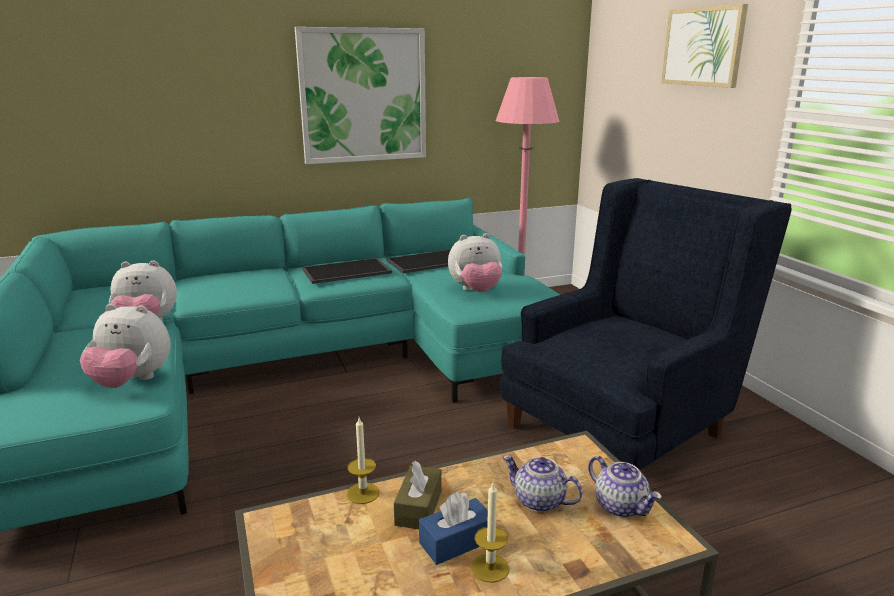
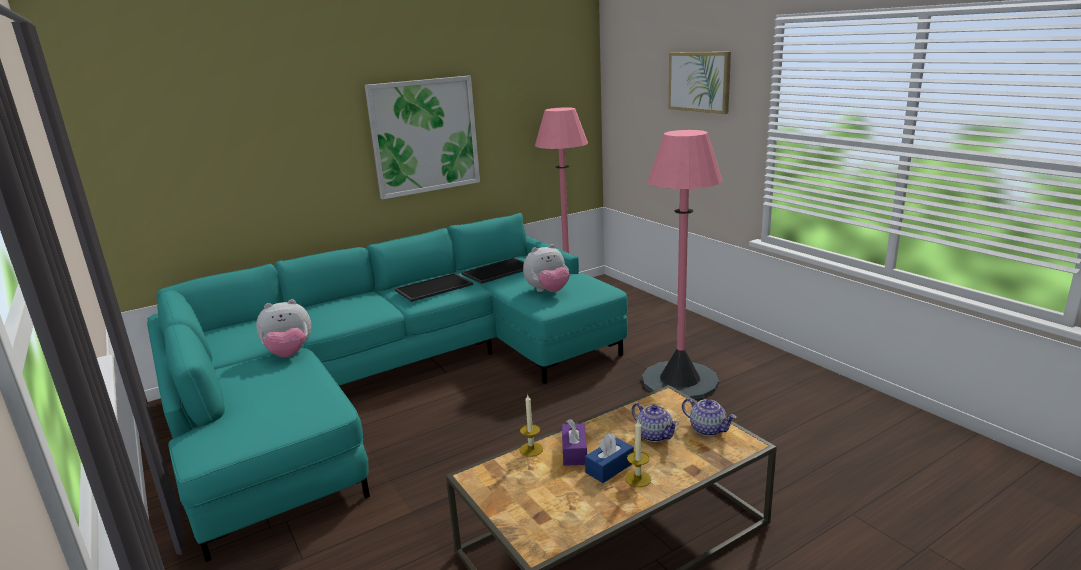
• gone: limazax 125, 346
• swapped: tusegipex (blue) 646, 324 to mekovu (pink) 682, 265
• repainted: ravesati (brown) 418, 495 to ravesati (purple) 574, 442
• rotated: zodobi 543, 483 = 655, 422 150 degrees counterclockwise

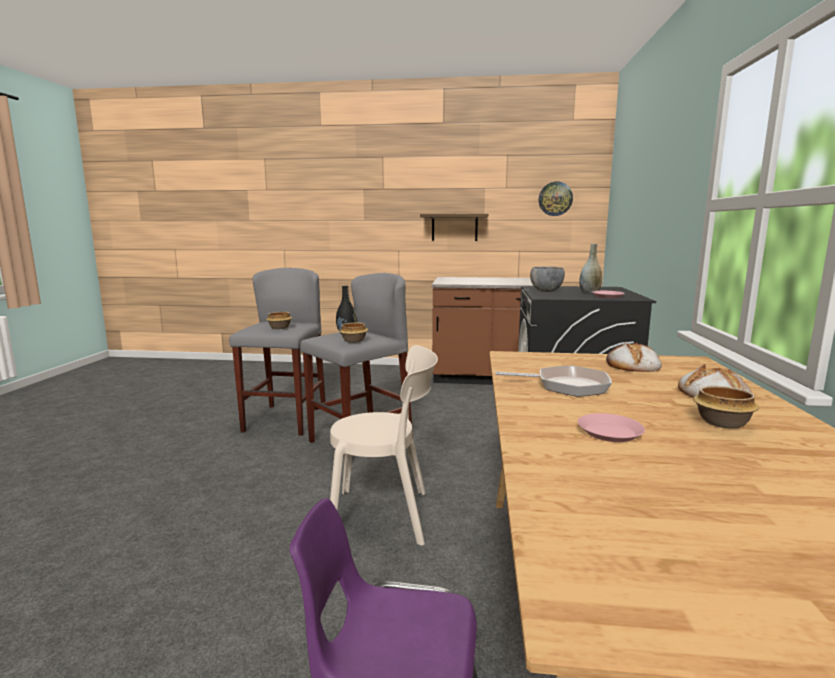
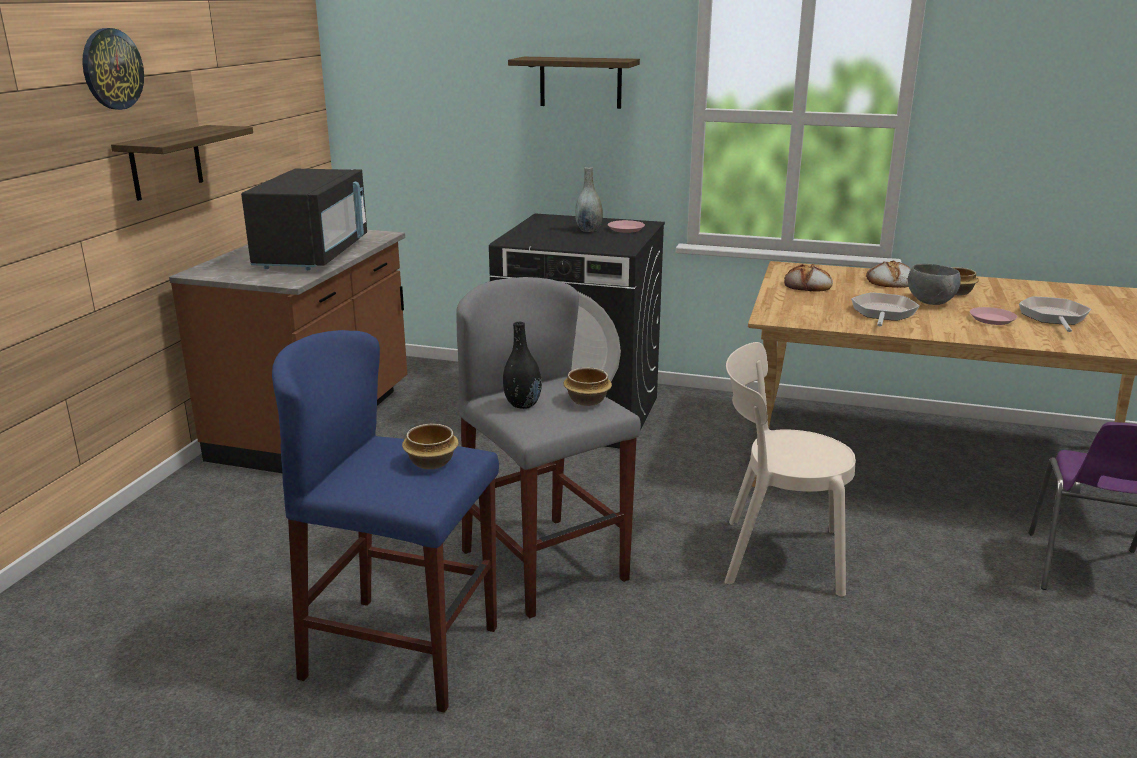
• new: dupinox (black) 304, 219
• new: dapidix 574, 83
• new: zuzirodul 1055, 314
• shifted: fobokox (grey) 547, 279 to 934, 284
• shifted: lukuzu 556, 199 to 113, 69
• repainted: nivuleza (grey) 277, 352 to nivuleza (blue) 385, 521
• rotated: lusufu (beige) 384, 445 = 790, 469 90 degrees counterclockwise

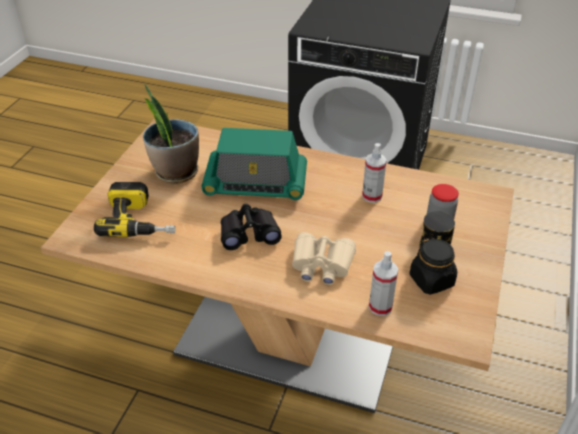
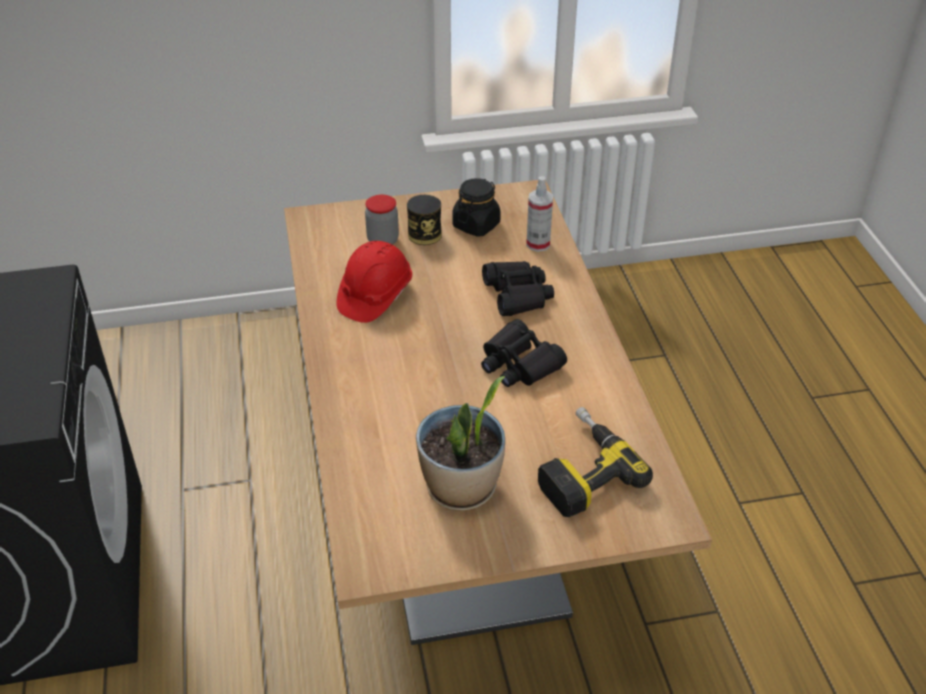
• gone: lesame 254, 164
• swapped: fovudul 374, 173 to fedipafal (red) 374, 282
• repainted: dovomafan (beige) 324, 258 to dovomafan (black) 518, 288

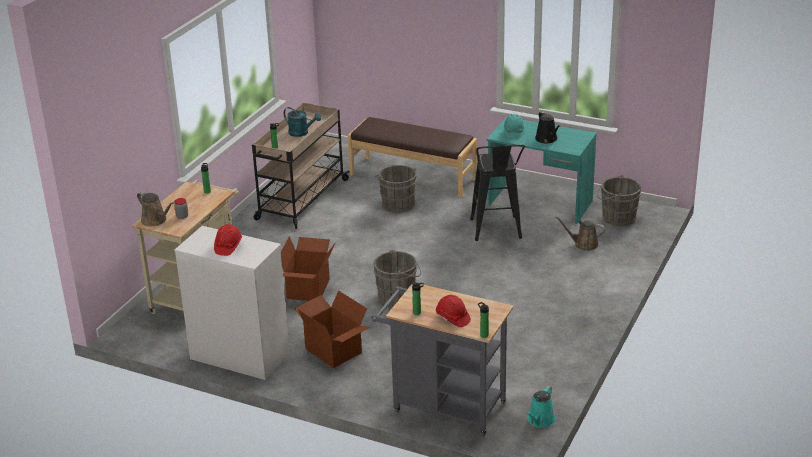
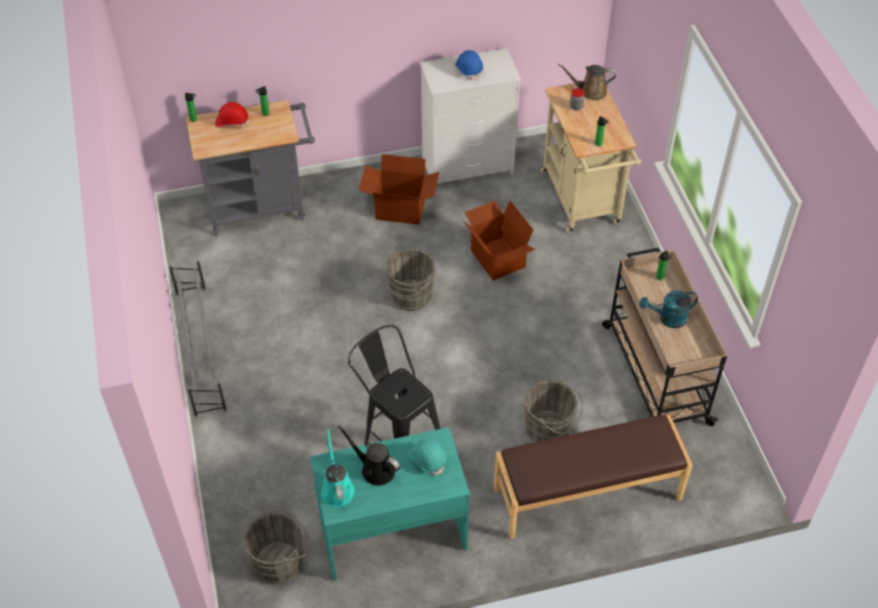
• gone: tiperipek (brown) 580, 233
• new: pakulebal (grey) 198, 338
• shifted: tiperipek (turquoise) 541, 407 to 338, 468
• repainted: fedipafal (red) 228, 240 to fedipafal (blue) 469, 65

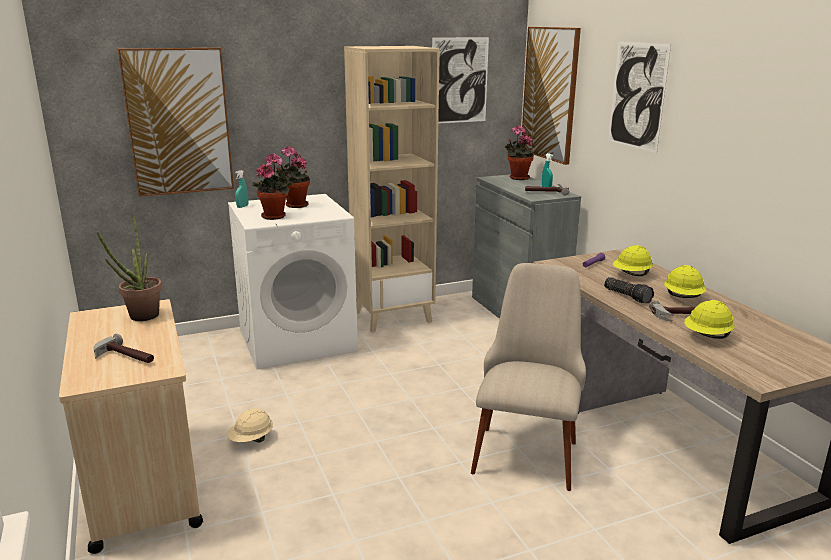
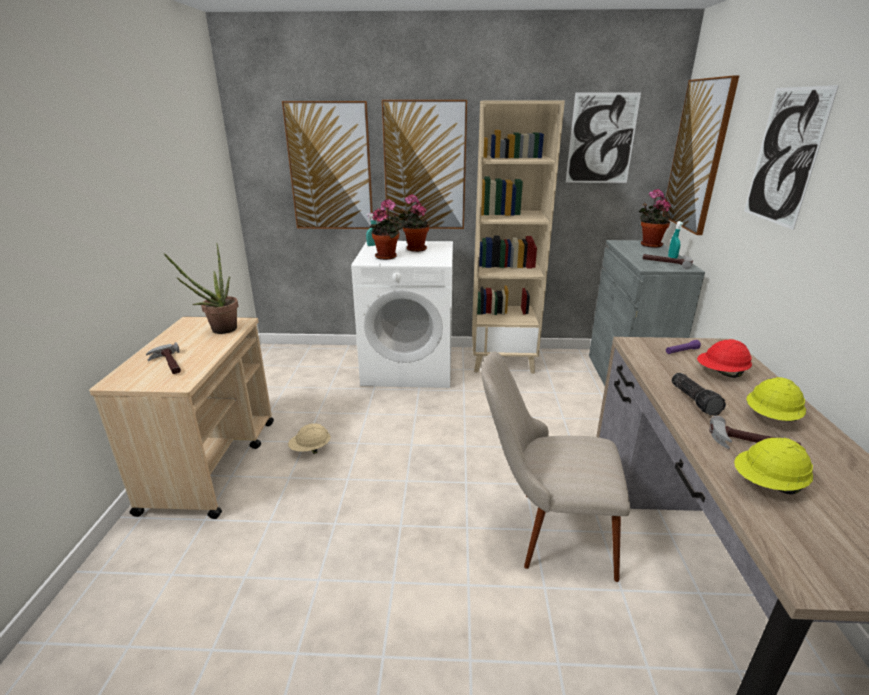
• new: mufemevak 424, 164
• repainted: fedipafal (yellow) 633, 260 to fedipafal (red) 724, 358
• rotated: lusufu (beige) 528, 377 = 555, 467 120 degrees counterclockwise

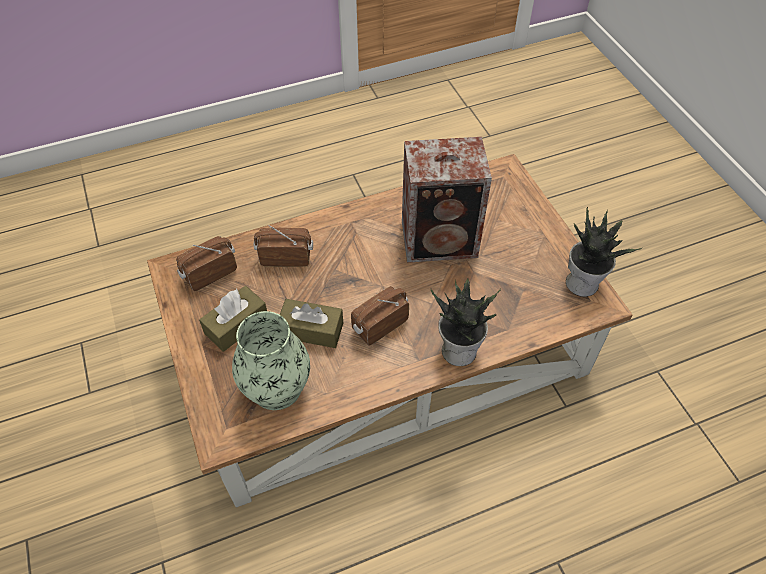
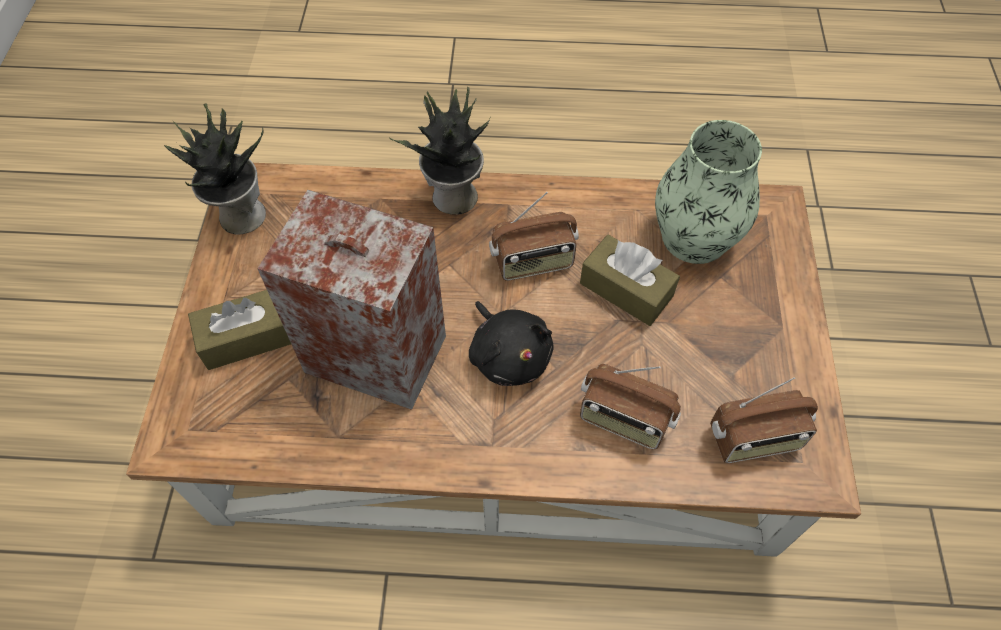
• new: limazax (black) 511, 343
• shifted: ravesati (brown) 233, 319 to 239, 330

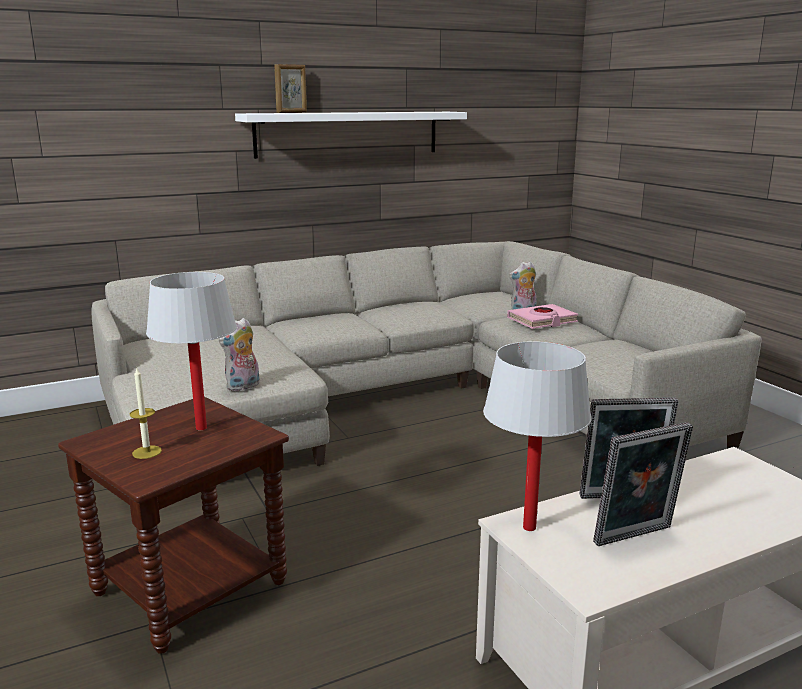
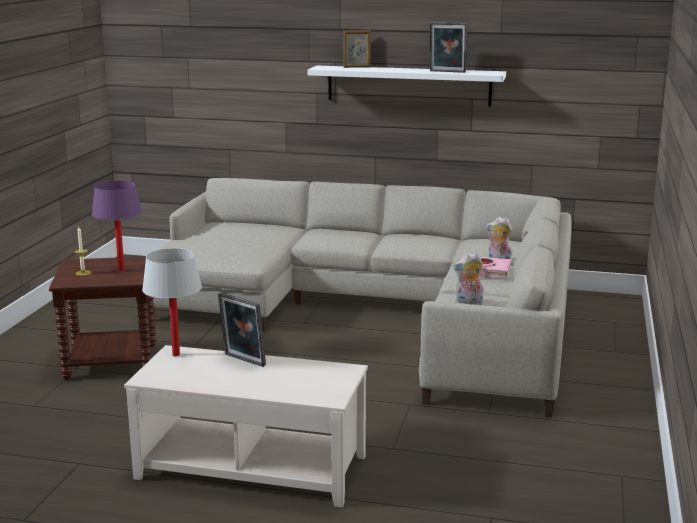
• shifted: limazax 239, 354 to 468, 278
• shifted: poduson 643, 484 to 448, 48
• repainted: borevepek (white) 191, 351 to borevepek (purple) 117, 225

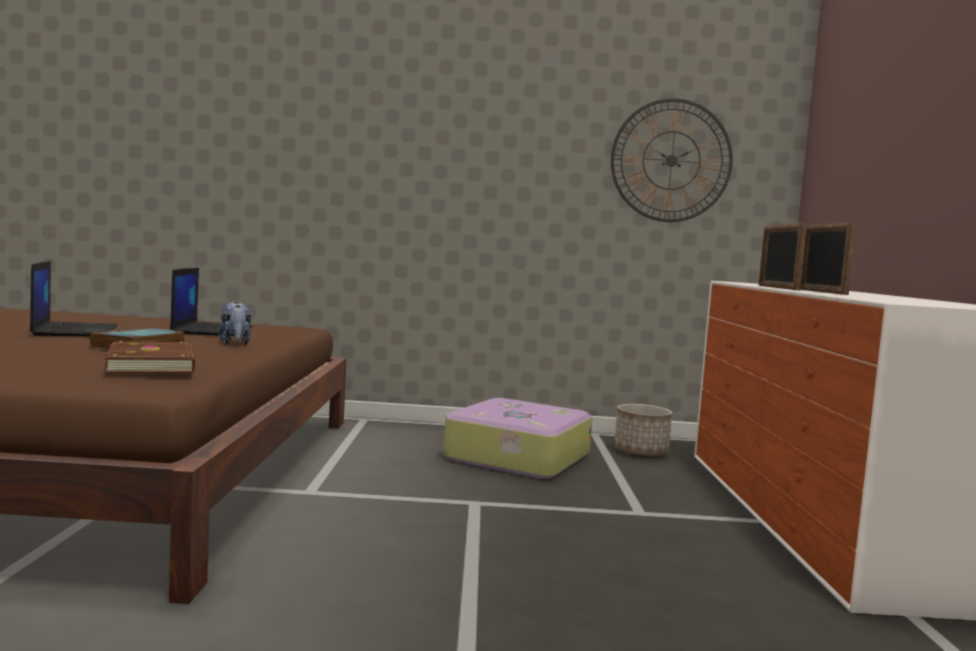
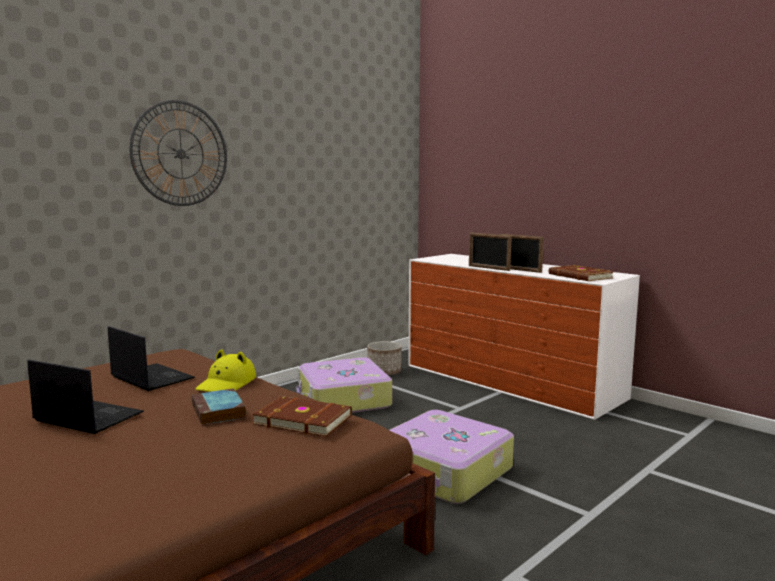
• new: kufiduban 451, 457
• new: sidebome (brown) 581, 273
• shifted: lukuzu 672, 160 to 178, 153
• swapped: limazax 234, 323 to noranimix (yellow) 225, 370

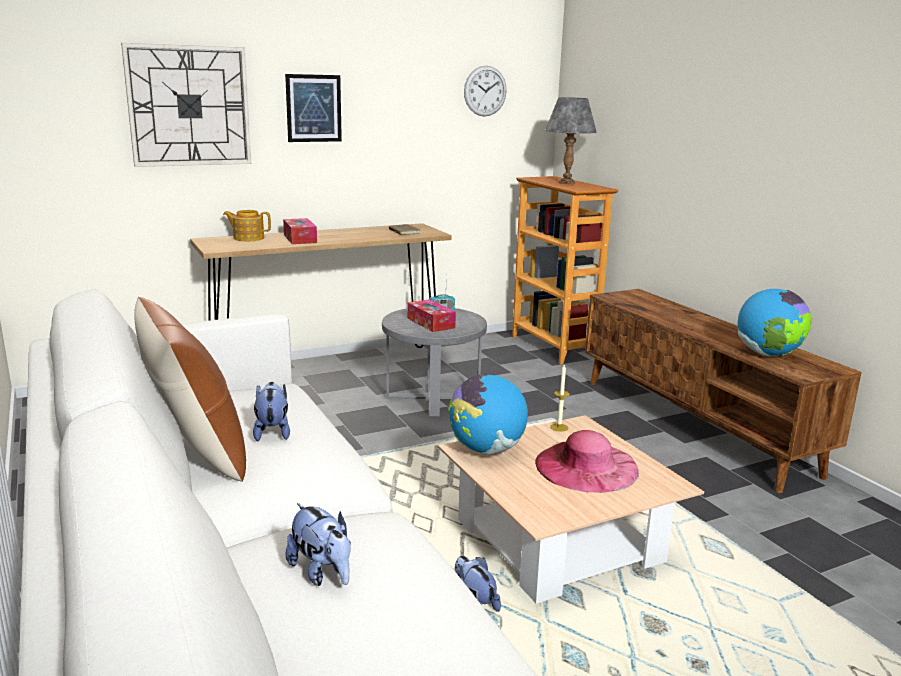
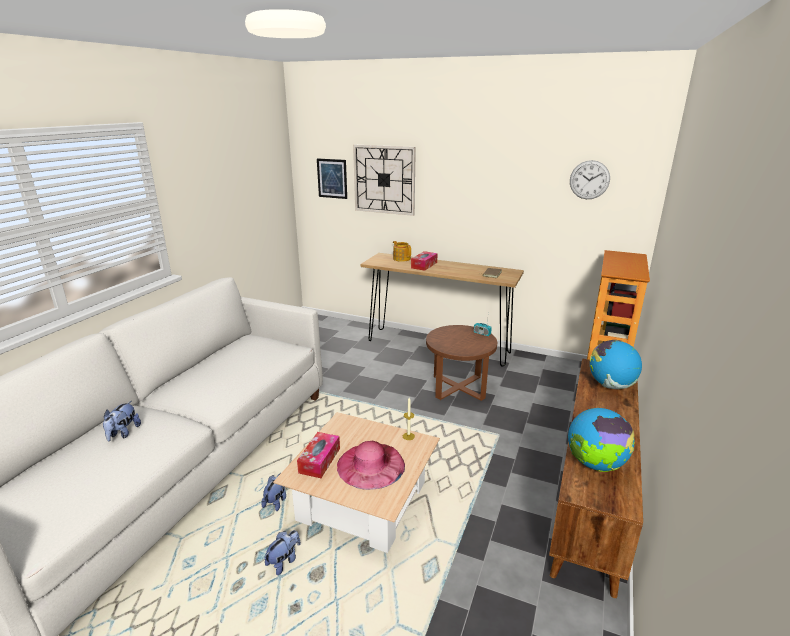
• gone: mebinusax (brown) 190, 389
• gone: borevepek (grey) 571, 140
• shifted: limazax 271, 411 to 282, 552
• shifted: mufemevak 313, 108 to 332, 178
• shifted: ravesati 432, 315 to 318, 455
• shifted: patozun 488, 414 to 616, 364
• repainted: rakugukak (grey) 434, 362 to rakugukak (brown) 461, 363

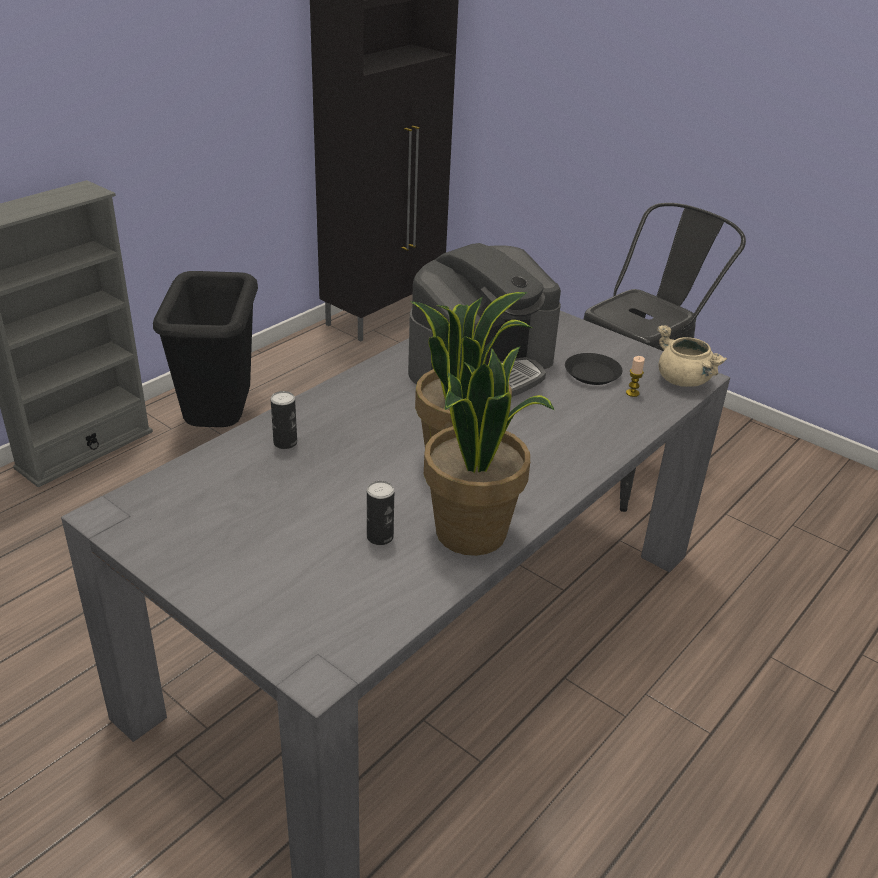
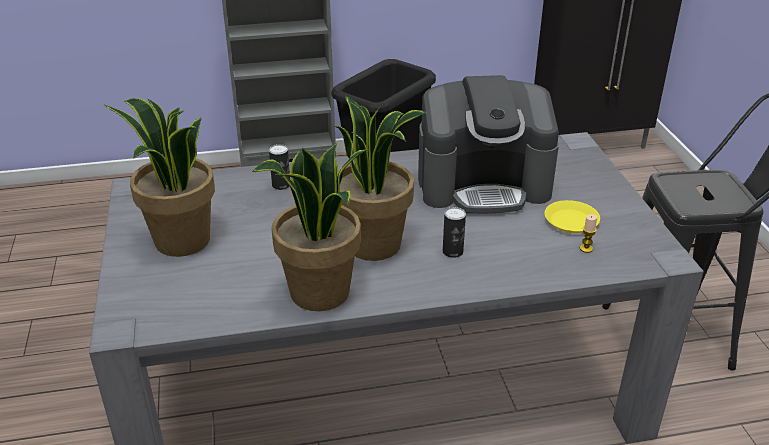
• gone: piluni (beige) 692, 356
• new: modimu 159, 177
• shifted: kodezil 380, 513 to 454, 232
• repainted: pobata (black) 593, 369 to pobata (yellow) 572, 216

